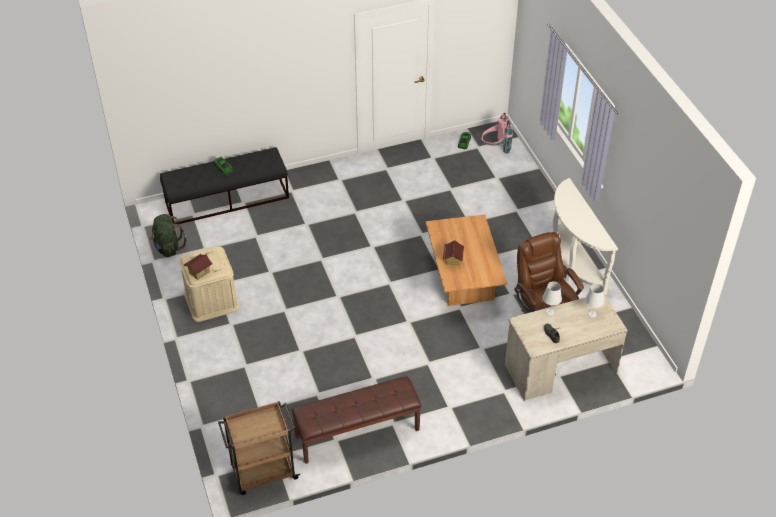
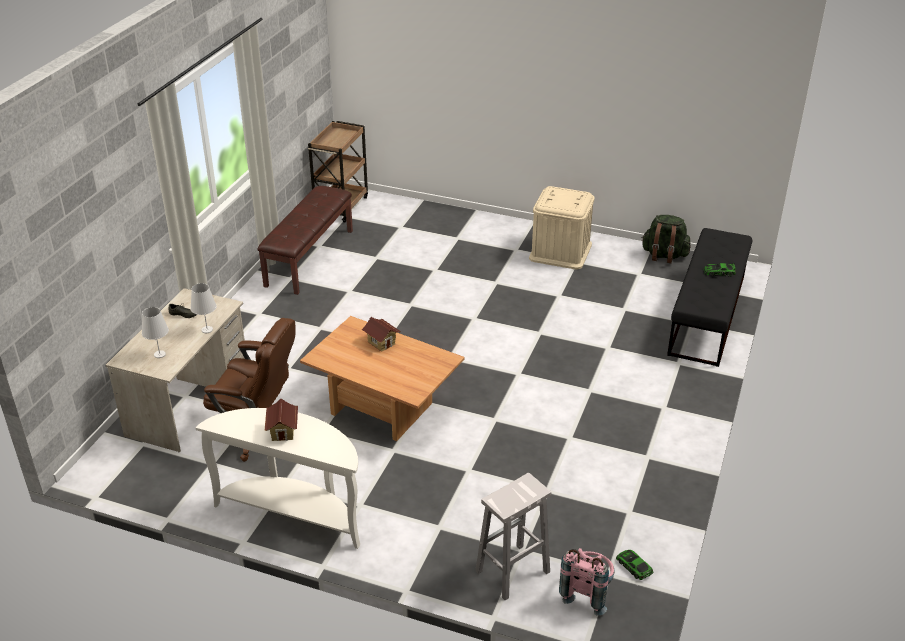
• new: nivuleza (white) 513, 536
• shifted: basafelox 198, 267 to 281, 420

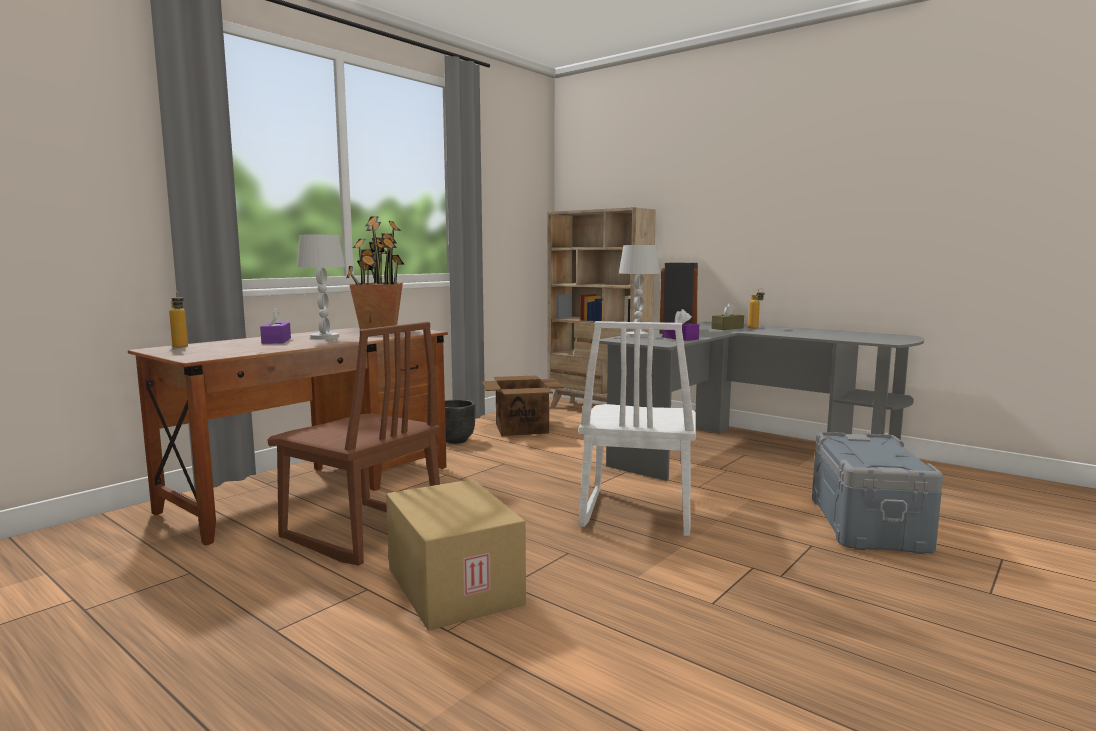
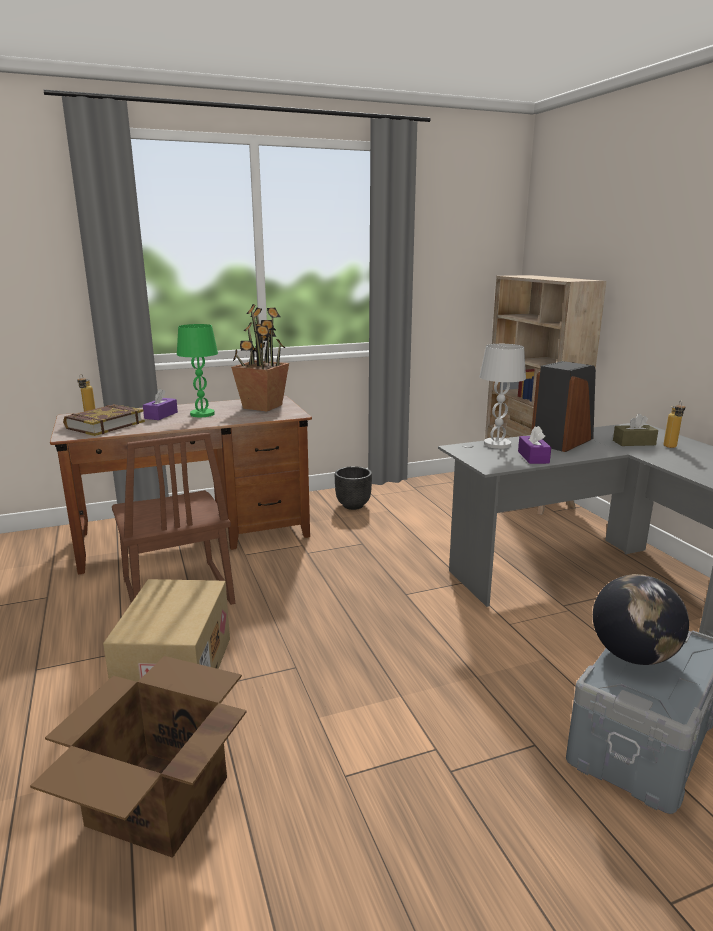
• gone: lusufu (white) 637, 428
• new: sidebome 104, 420
• new: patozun 641, 619
• shifted: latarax 522, 405 to 138, 757
• repainted: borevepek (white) 321, 287 to borevepek (green) 197, 370

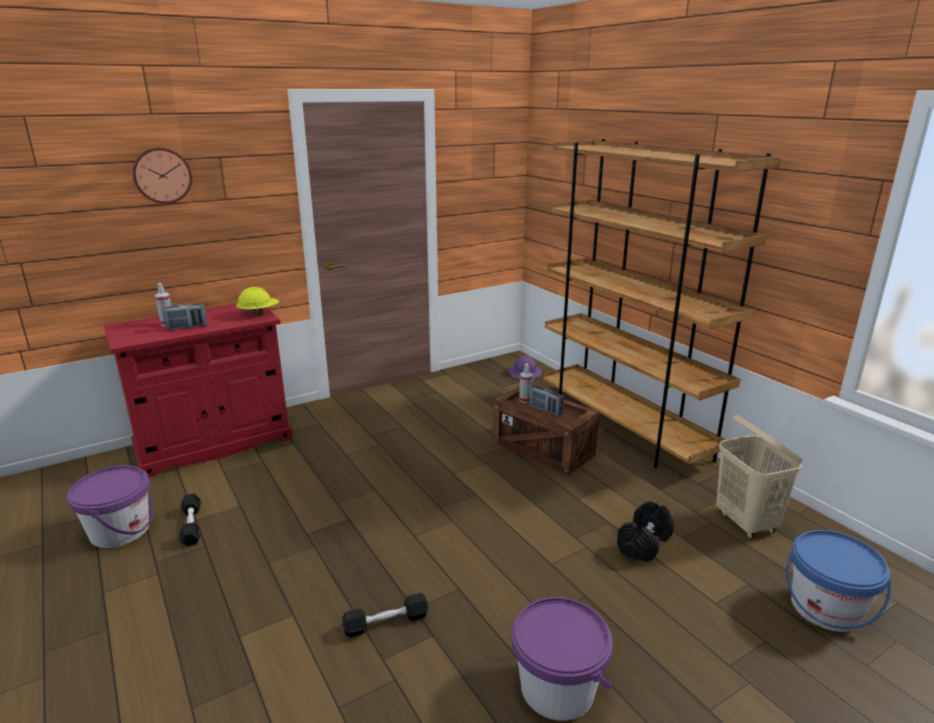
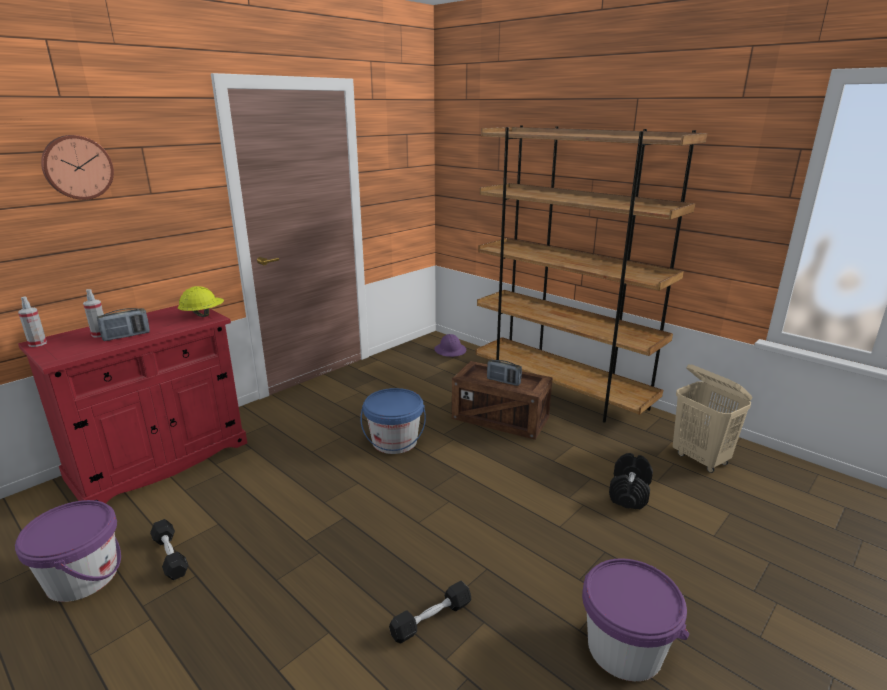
• shifted: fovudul 526, 383 to 32, 321
• shifted: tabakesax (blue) 838, 581 to 393, 421

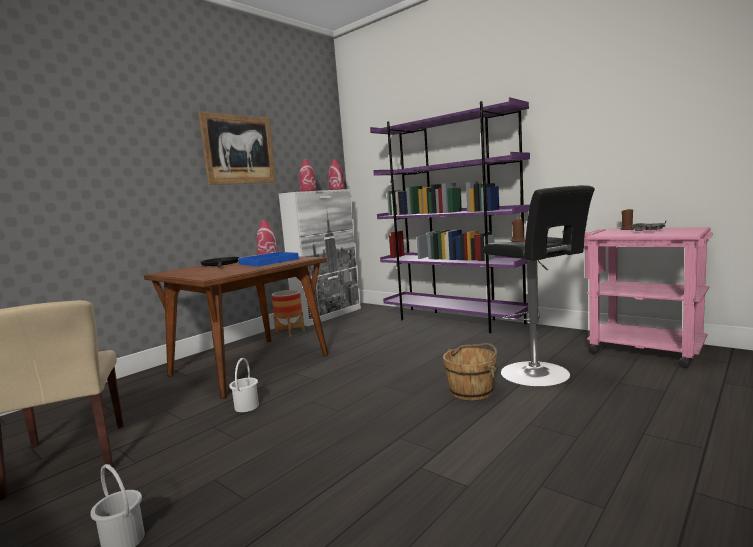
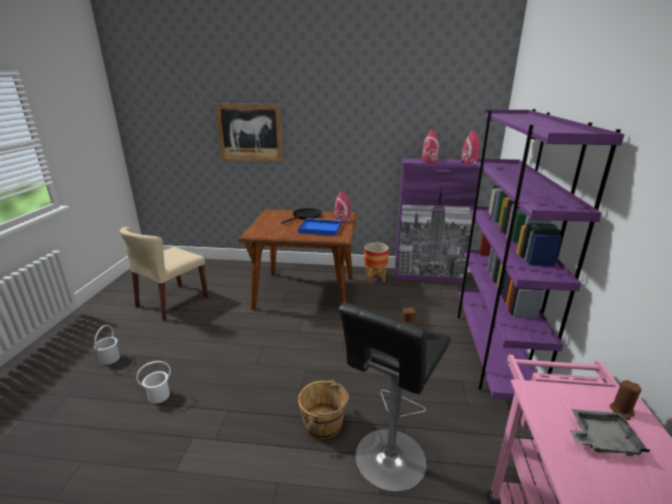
• shifted: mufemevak 237, 148 to 249, 133
• shifted: tabakesax (white) 244, 385 to 153, 382
• repainted: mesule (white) 320, 257 to mesule (purple) 437, 220

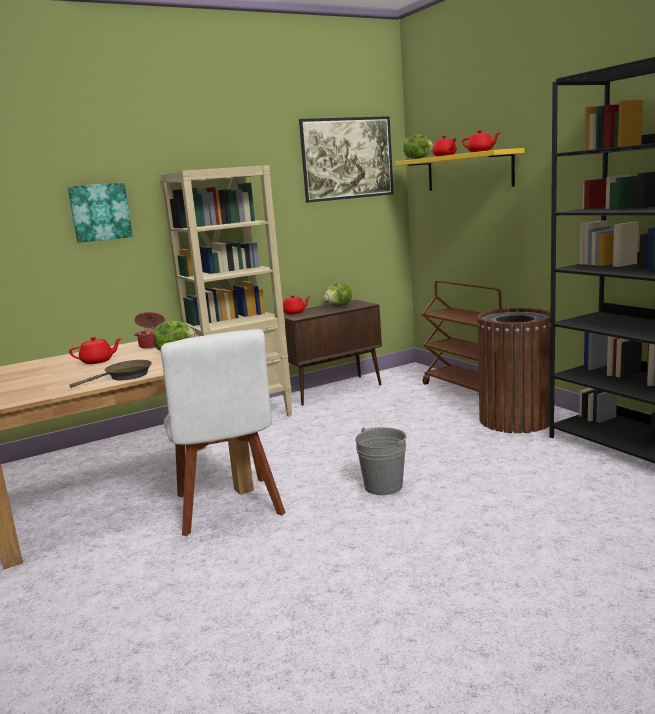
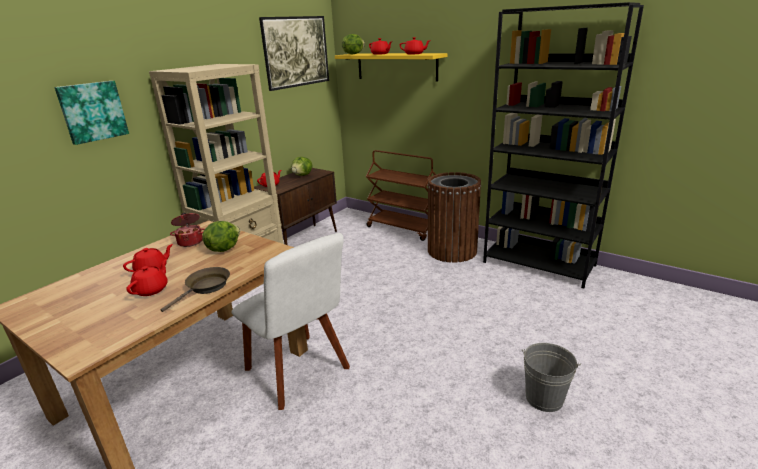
• new: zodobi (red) 147, 277
• shifted: tabakesax (grey) 380, 461 to 551, 377

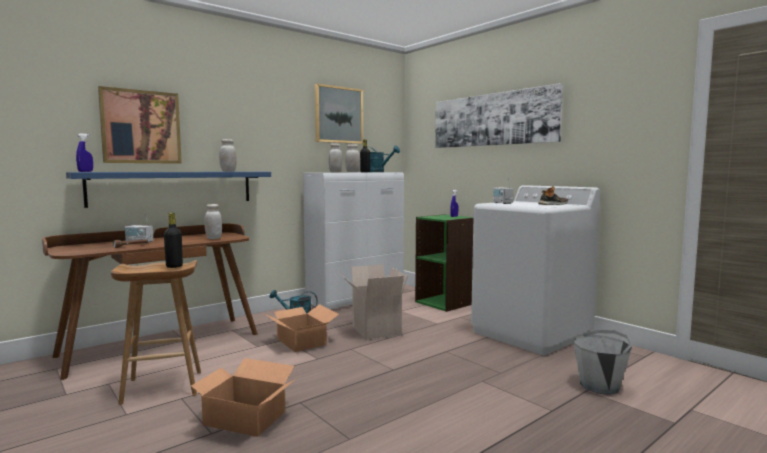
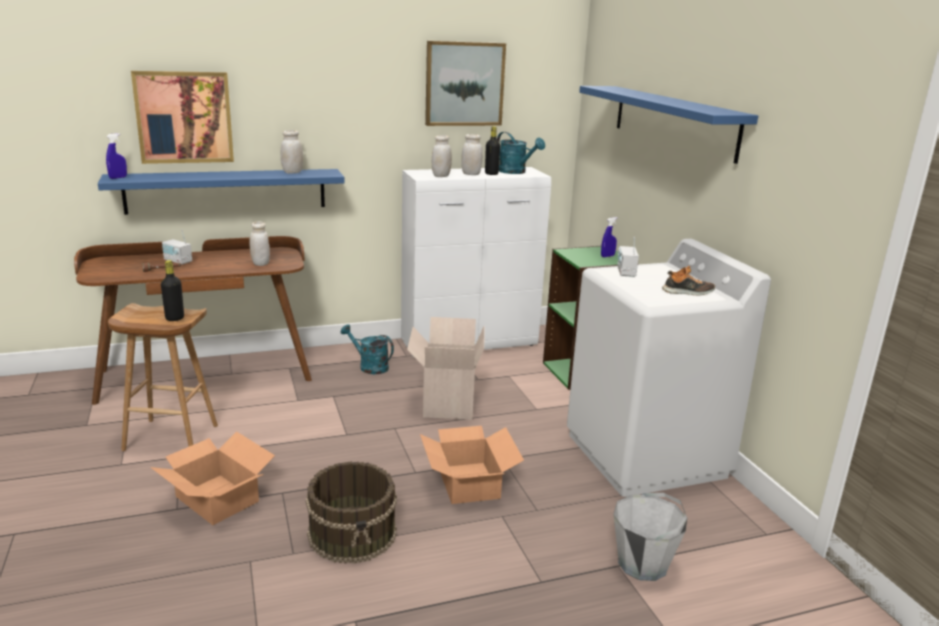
• new: tabakesax (brown) 351, 512
• shifted: latarax 301, 328 to 472, 465
• swapped: mufemevak 499, 115 to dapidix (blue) 668, 125

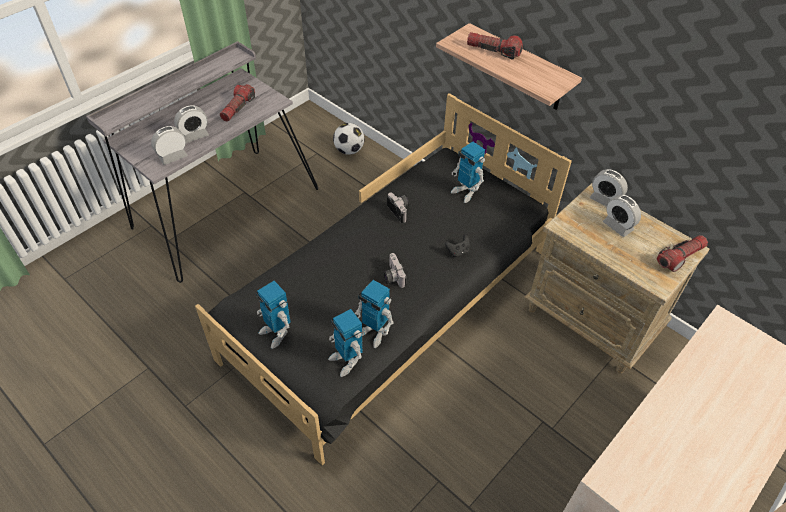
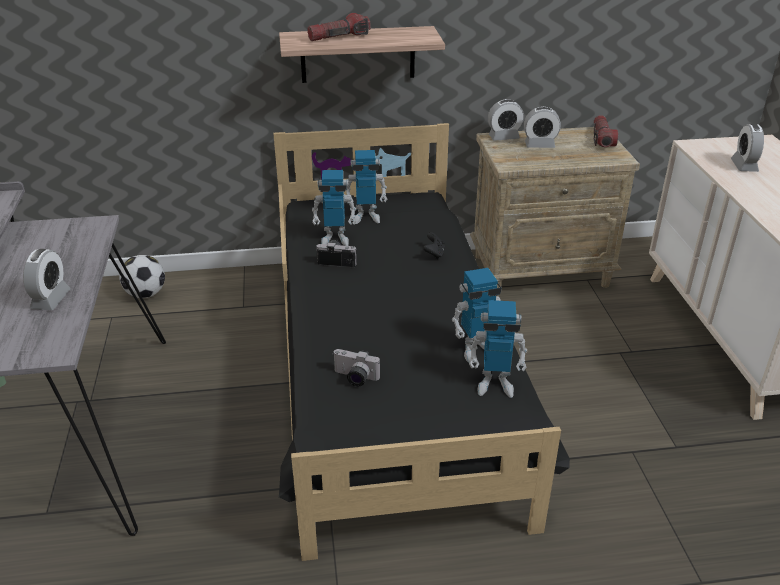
• gone: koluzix 237, 103
• shifted: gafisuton 169, 145 to 747, 147
• shifted: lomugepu 273, 315 to 334, 208
• shifted: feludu 395, 270 to 356, 367

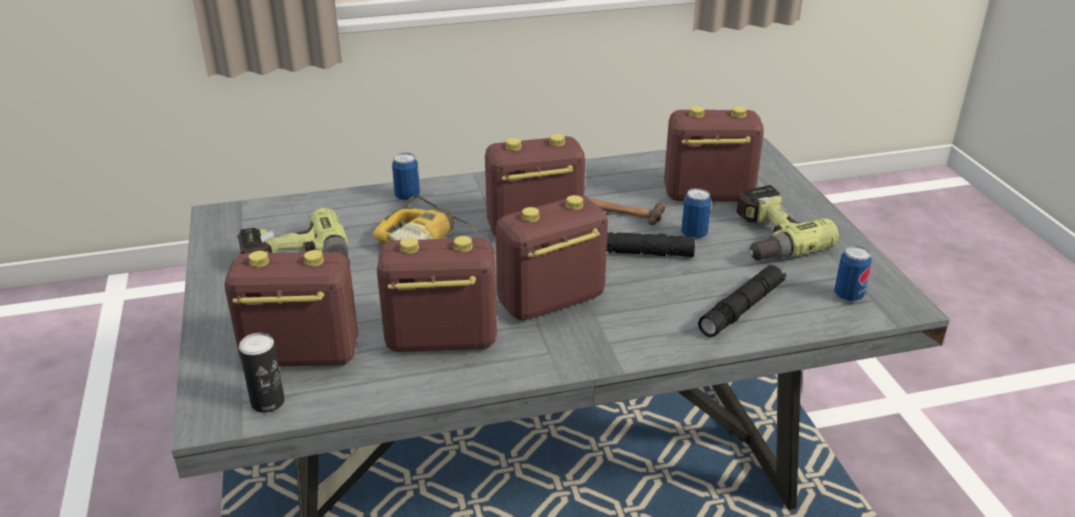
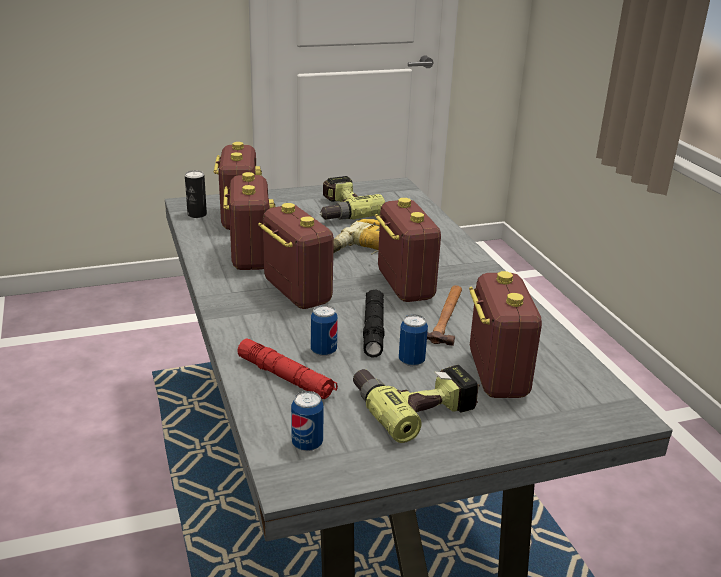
• shifted: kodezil 406, 177 to 324, 330
• repainted: koluzix (black) 742, 301 to koluzix (red) 288, 368

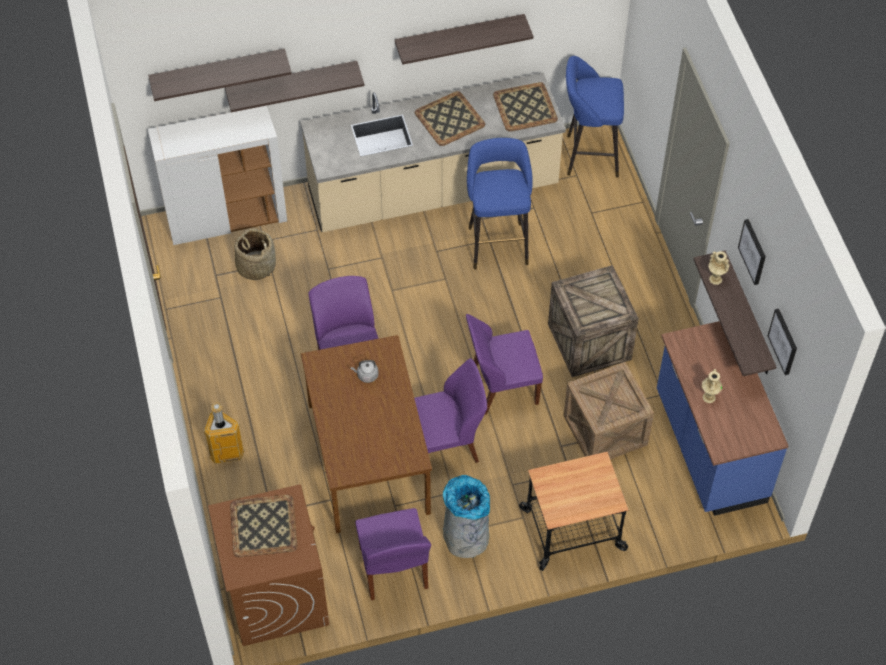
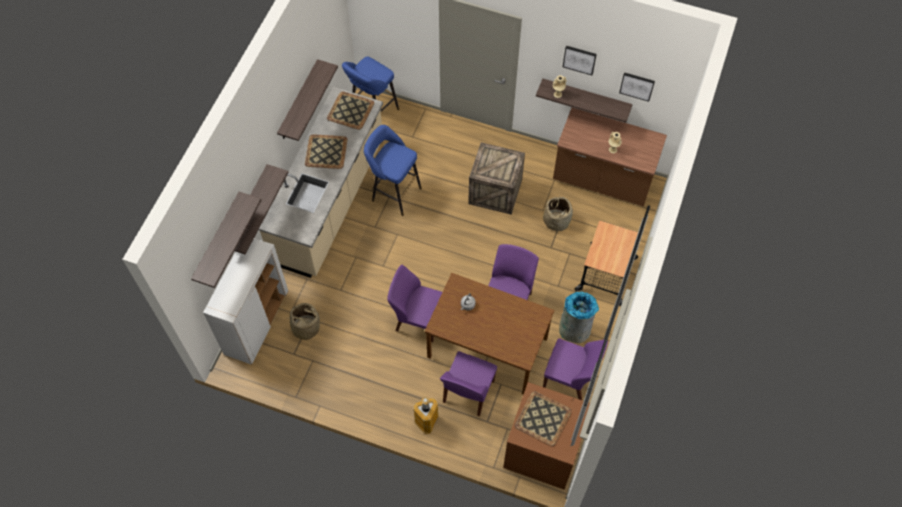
• shifted: lusufu (purple) 504, 364 to 468, 383
• swapped: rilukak 609, 410 to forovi 558, 214
• repainted: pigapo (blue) 723, 418 to pigapo (brown) 610, 156

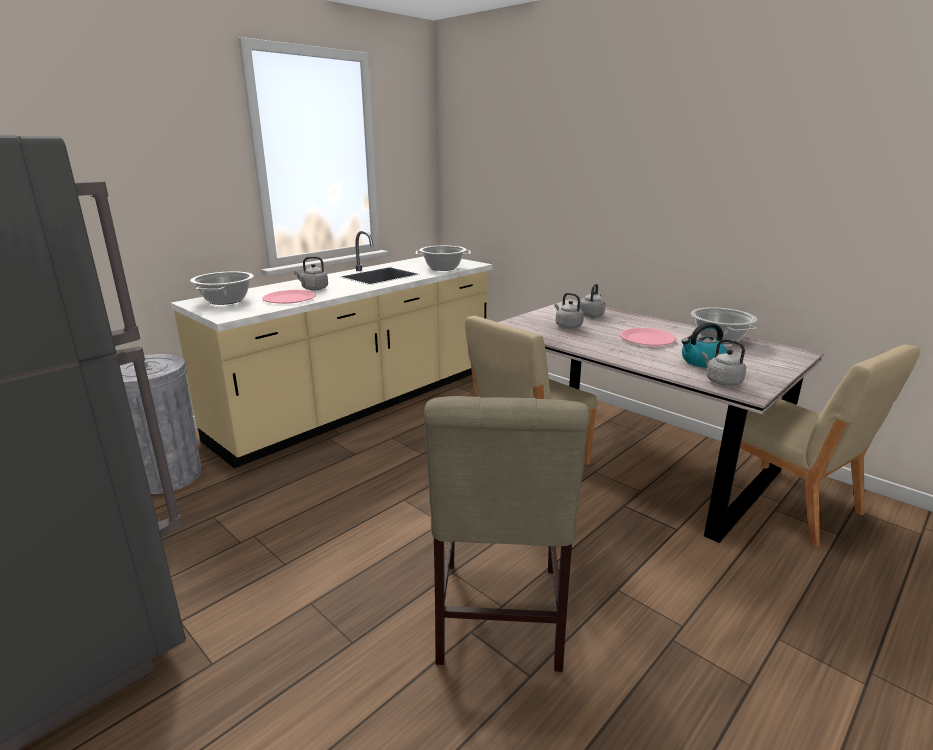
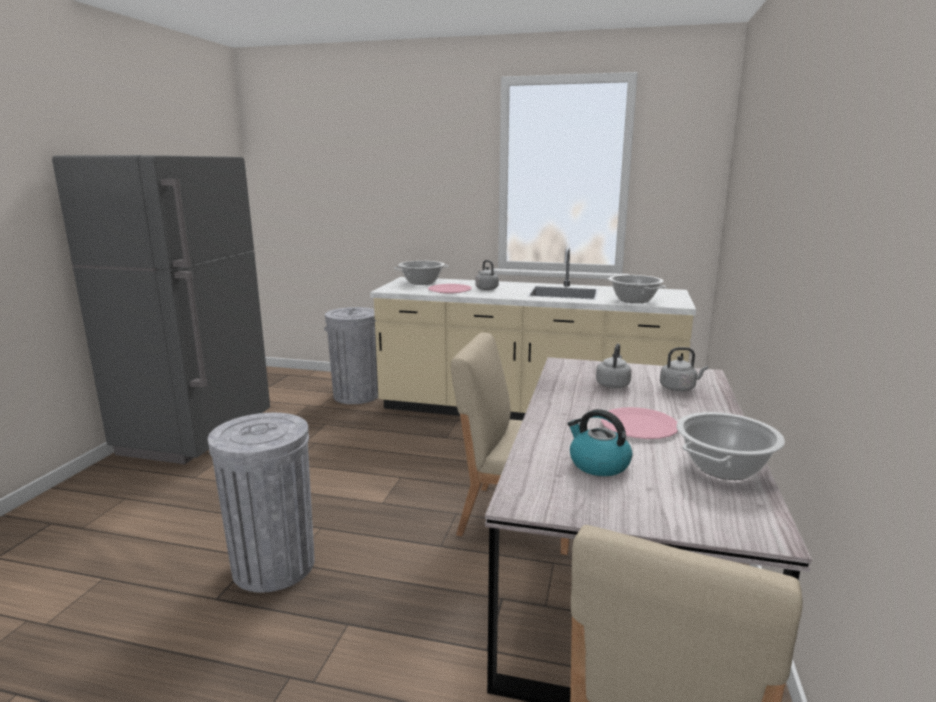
• gone: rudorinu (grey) 724, 362
• swapped: lusufu (beige) 507, 534 to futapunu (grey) 261, 503

